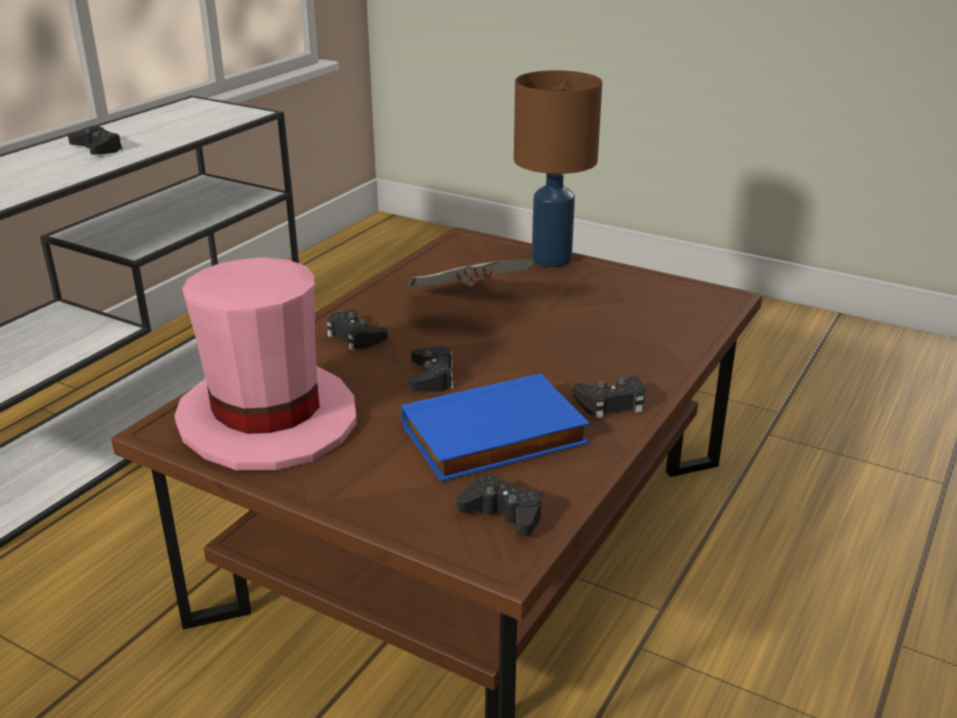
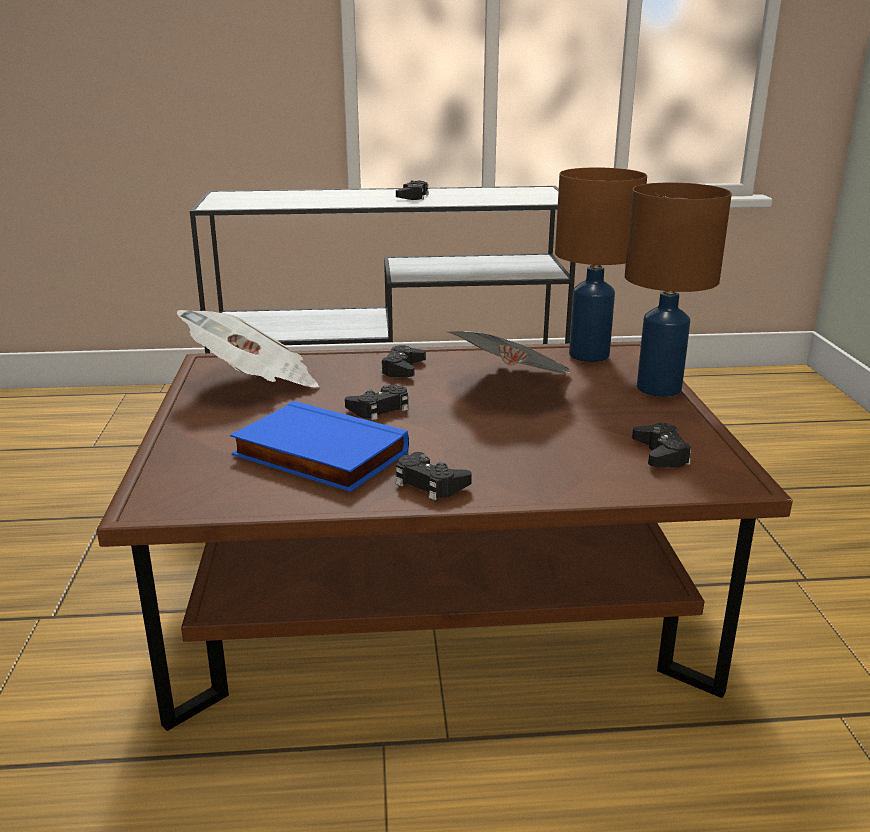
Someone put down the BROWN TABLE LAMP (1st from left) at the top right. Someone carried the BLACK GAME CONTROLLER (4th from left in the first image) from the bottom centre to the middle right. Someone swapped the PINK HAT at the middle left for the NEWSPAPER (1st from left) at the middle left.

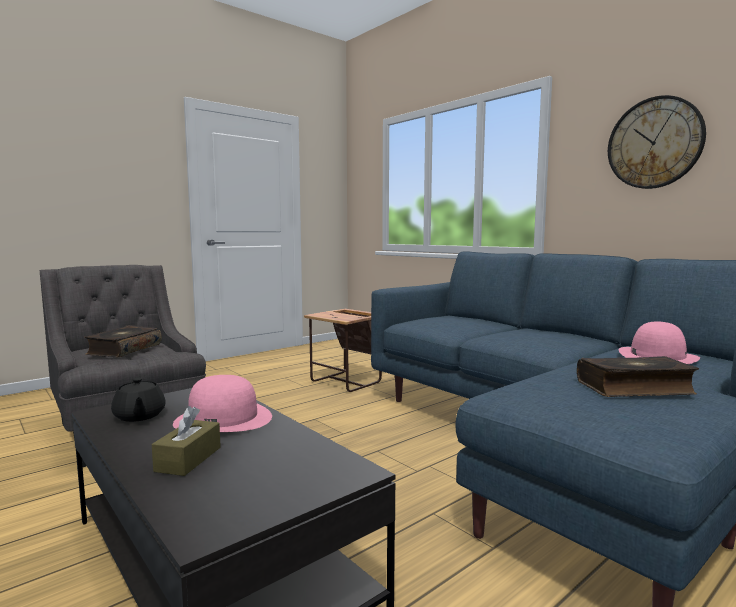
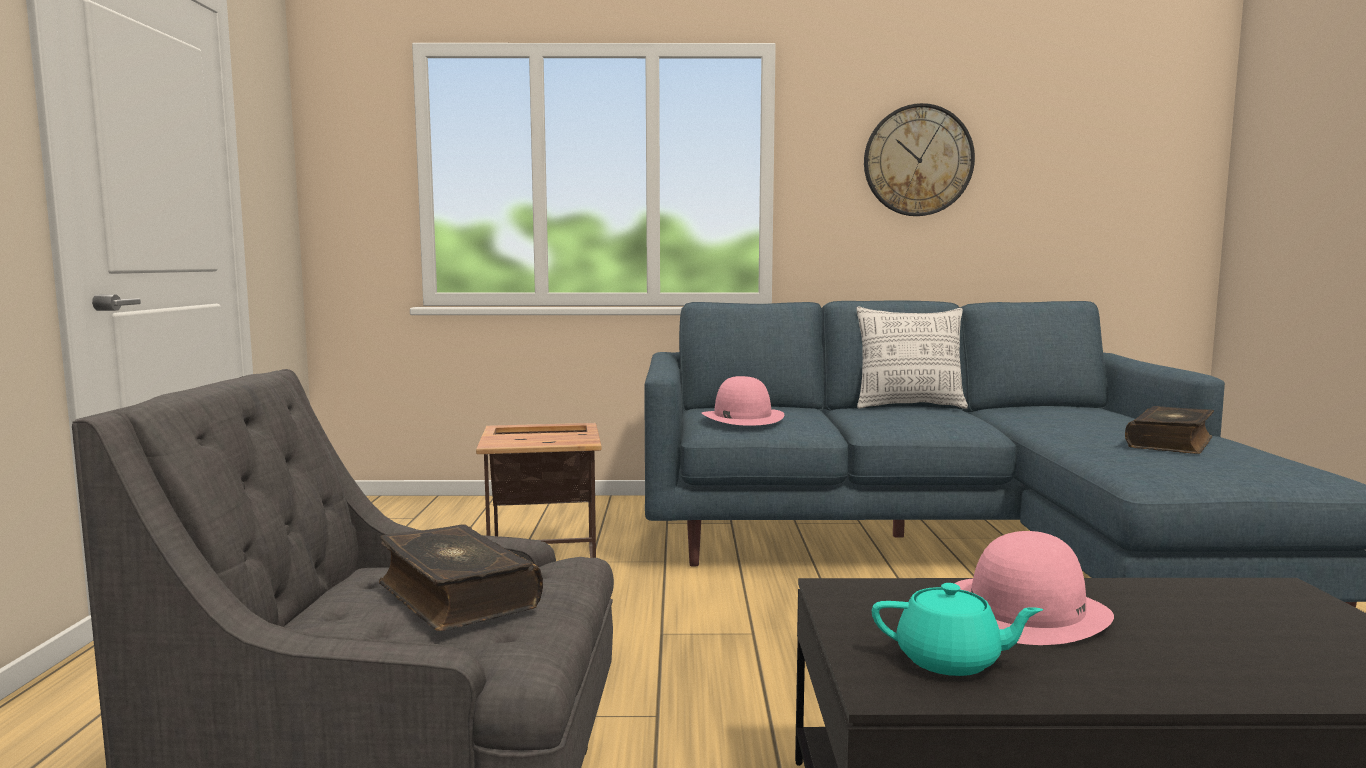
Someone took away the BROWN TISSUE BOX at the bottom left. Someone put down the PILLOW at the middle right. Someone carried the PINK HAT (2nd from left in the first image) from the middle right to the centre. Someone repainted the BLACK TEAPOT at the middle left, which became the TURQUOISE TEAPOT at the bottom right.

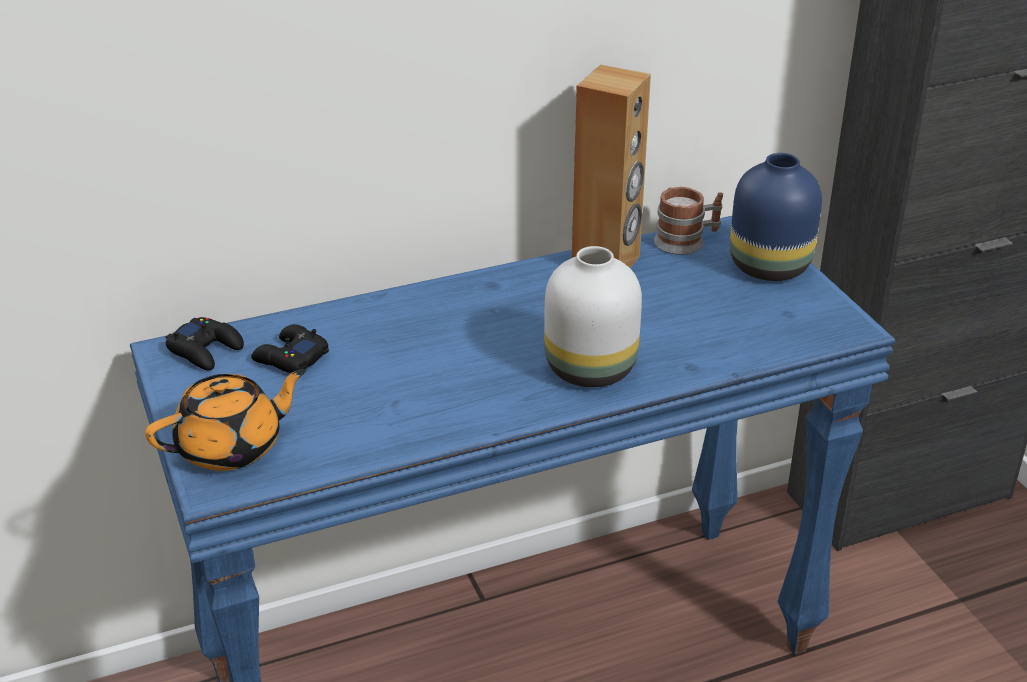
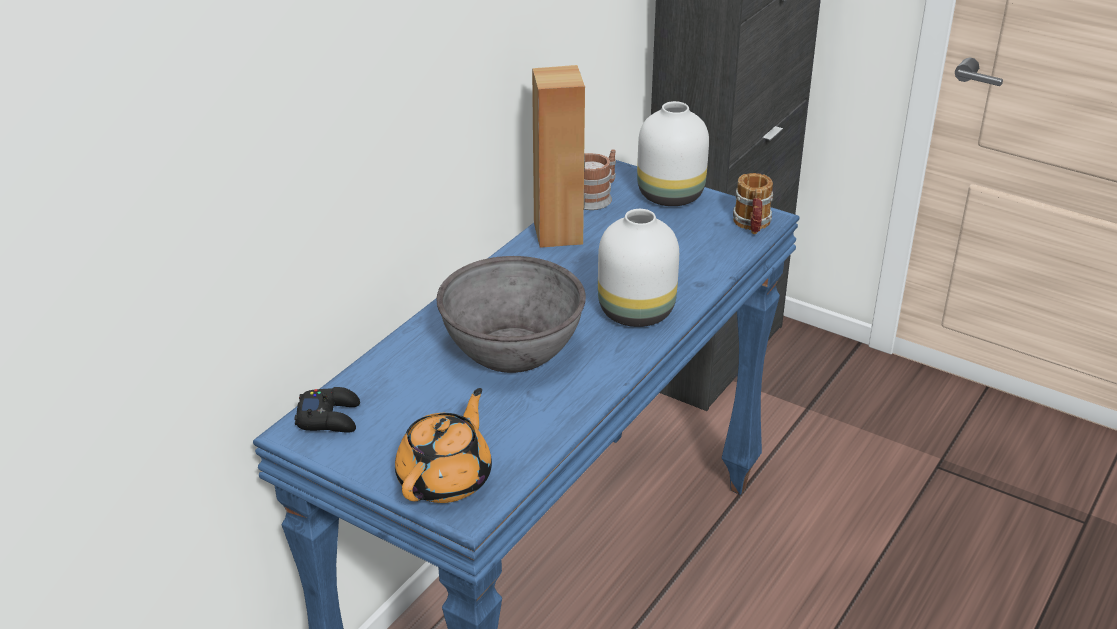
Someone took away the BLACK GAME CONTROLLER (2nd from left) at the middle left. Someone put down the GREY BOWL at the centre. Someone put down the MUG (2nd from left) at the top right. Someone repainted the BLUE VASE at the top right, which became the WHITE VASE (2nd from left) at the top centre.

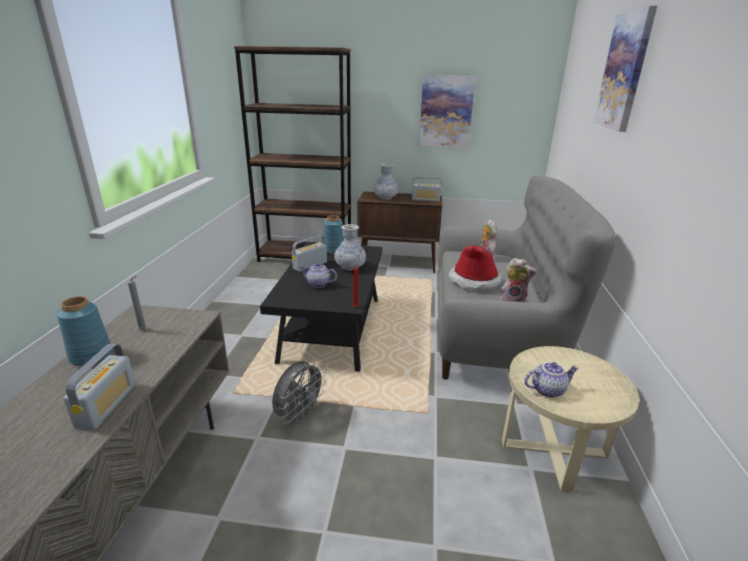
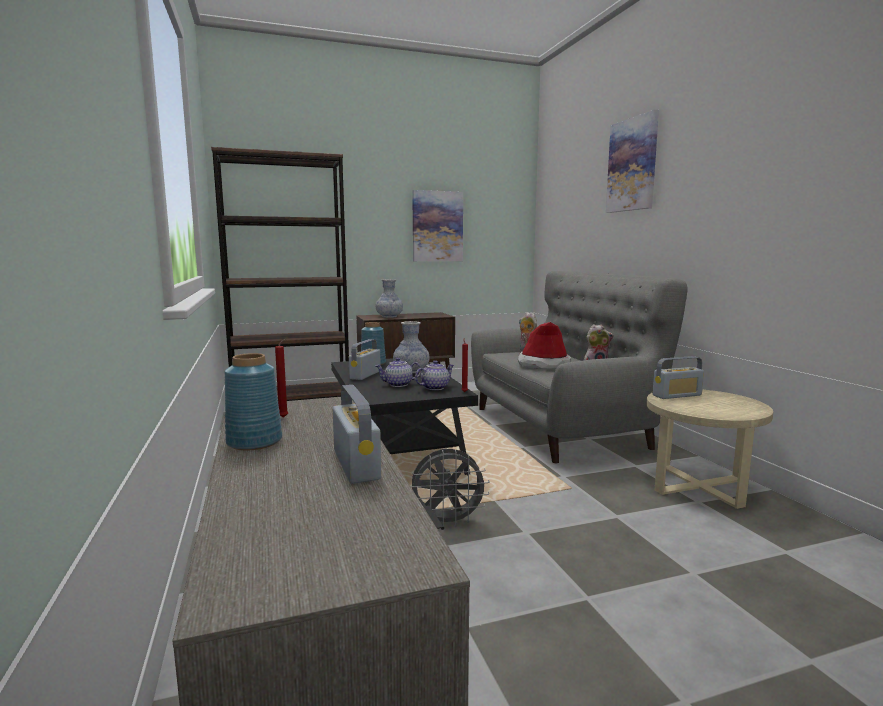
Someone carried the RADIO (3rd from left) from the centre to the middle right. Someone carried the TEAPOT (2nd from left) from the bottom right to the centre. Someone repainted the GREY CANDLE at the middle left, which became the RED CANDLE (1st from left) at the middle left. Someone rotated the GREY FAN at the bottom centre by 75 degrees clockwise.

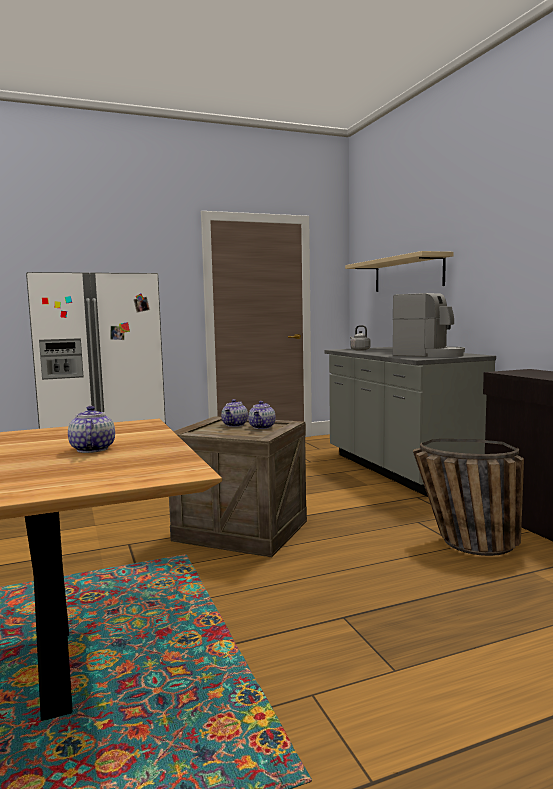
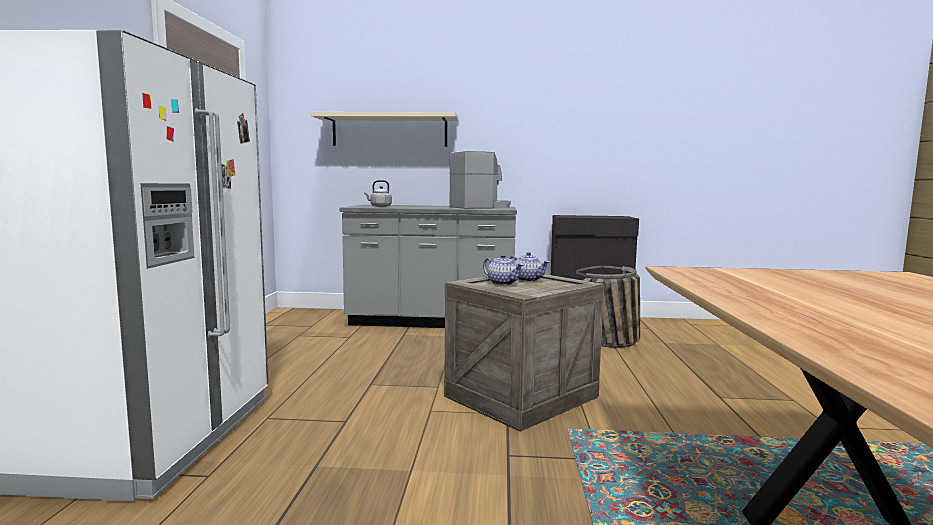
Someone took away the TEAPOT (1st from left) at the middle left.

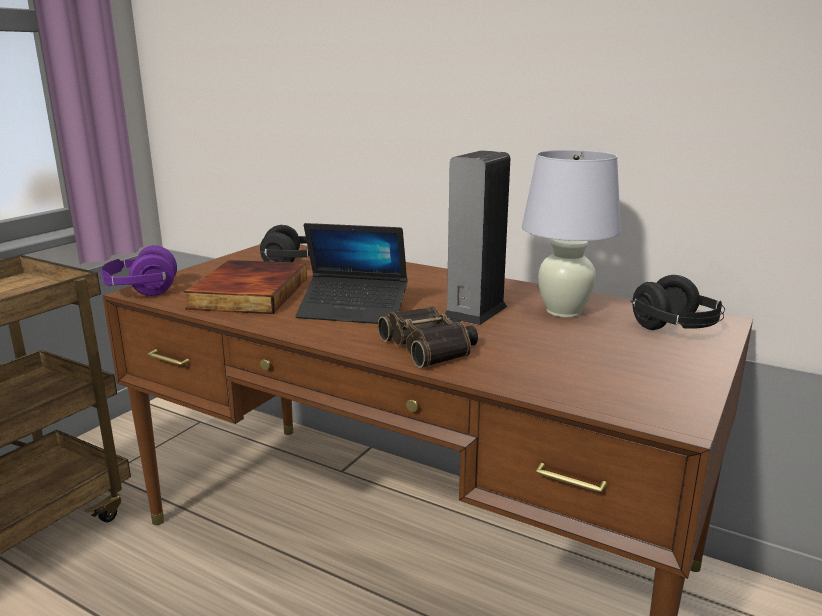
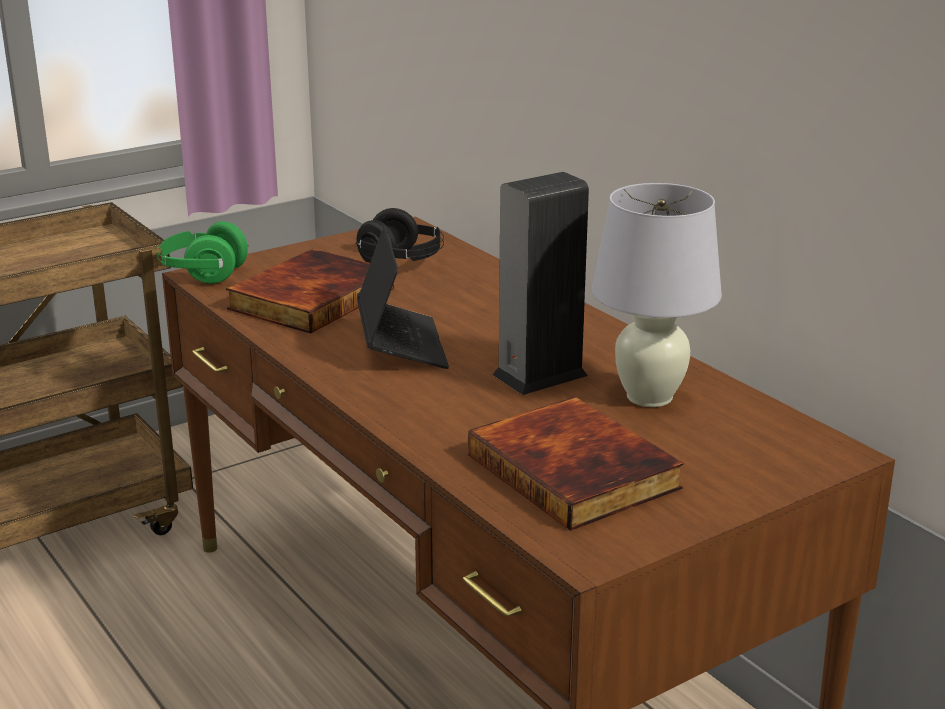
Someone took away the BINOCULARS at the centre. Someone took away the BLACK HEADPHONES (2nd from left) at the middle right. Someone put down the BOOK (2nd from left) at the centre. Someone repainted the PURPLE HEADPHONES at the middle left, which became the GREEN HEADPHONES at the middle left. Someone rotated the LAPTOP at the centre by 135 degrees counterclockwise.

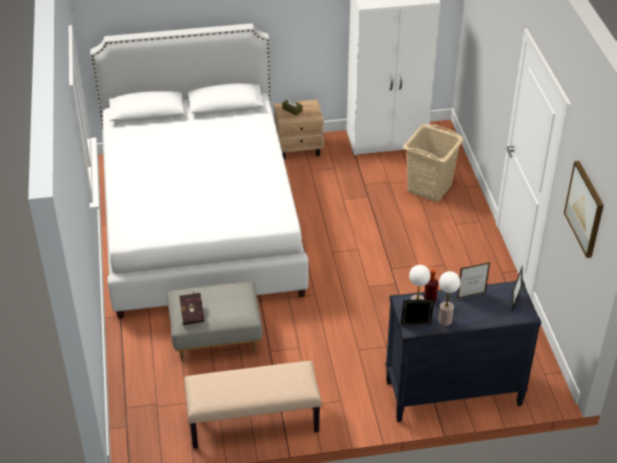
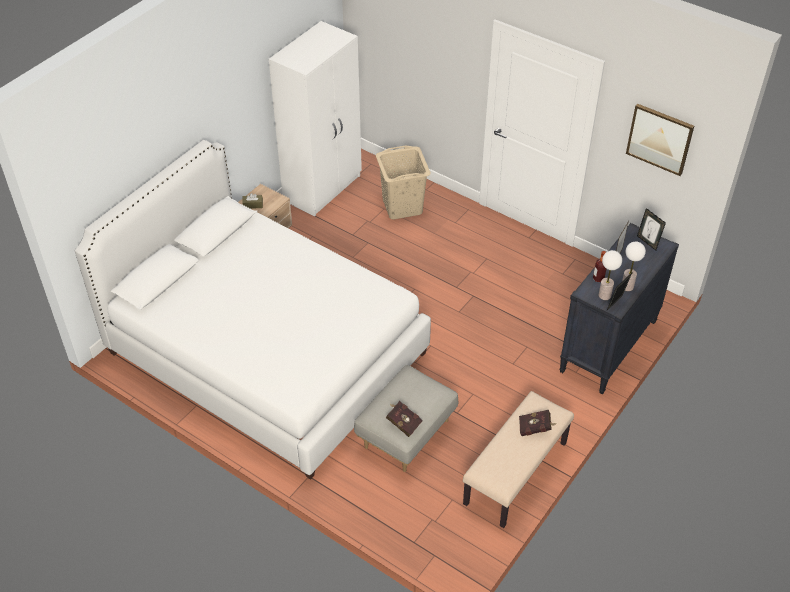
Someone put down the RED BOOK (2nd from left) at the bottom right.

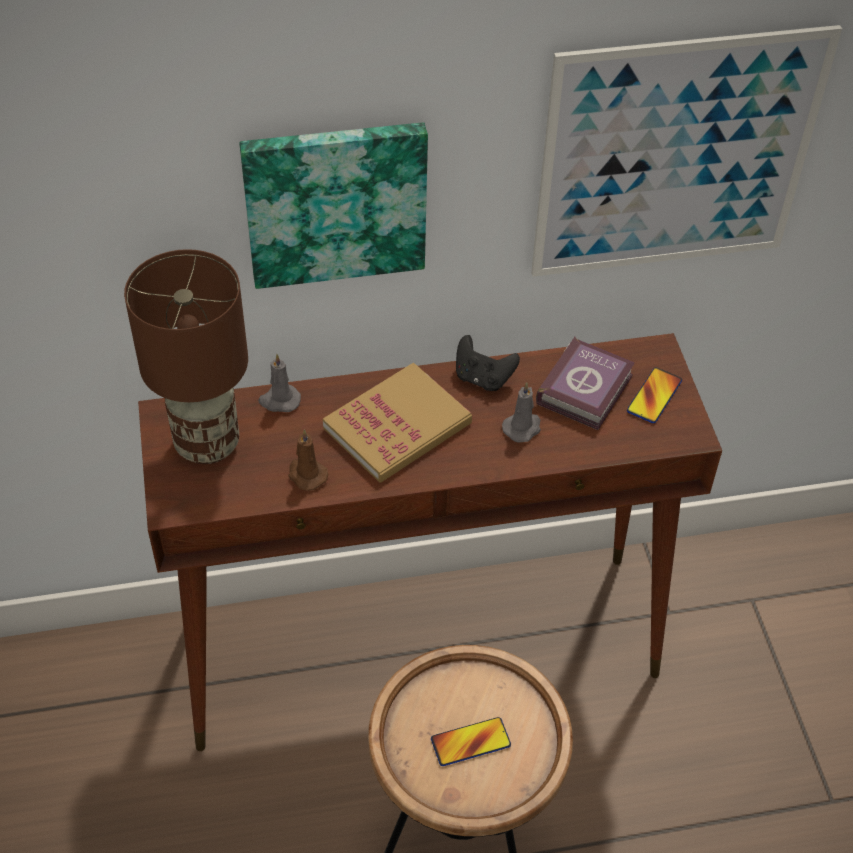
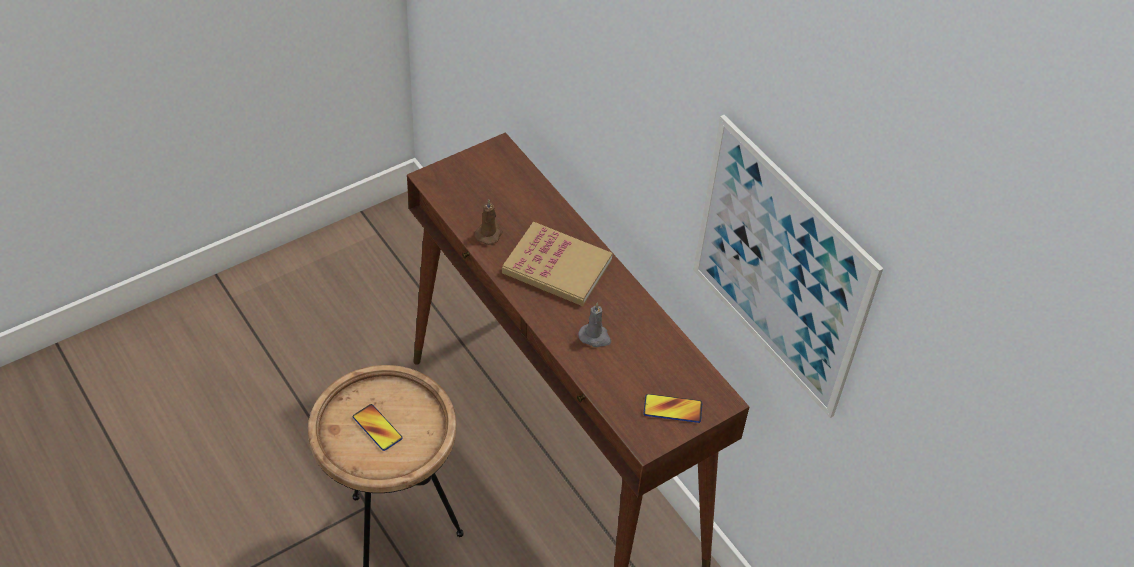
Someone took away the BROWN TABLE LAMP at the middle left. Someone took away the PICTURE (1st from left) at the top centre. Someone took away the GREY CANDLE (1st from left) at the middle left. Someone took away the BLACK GAME CONTROLLER at the centre. Someone took away the BOOK (2nd from left) at the middle right.

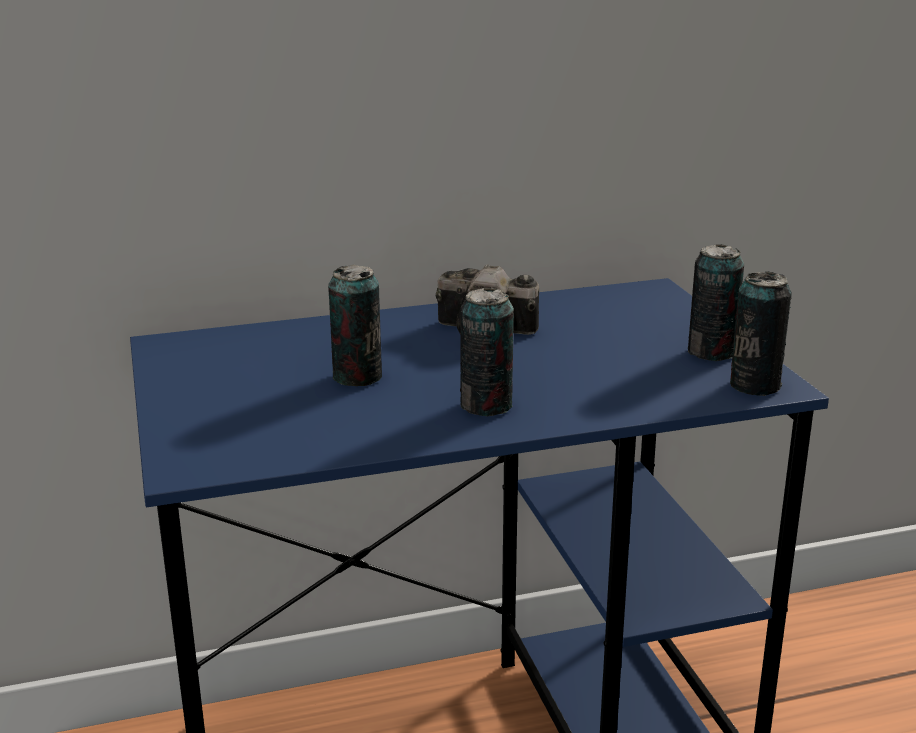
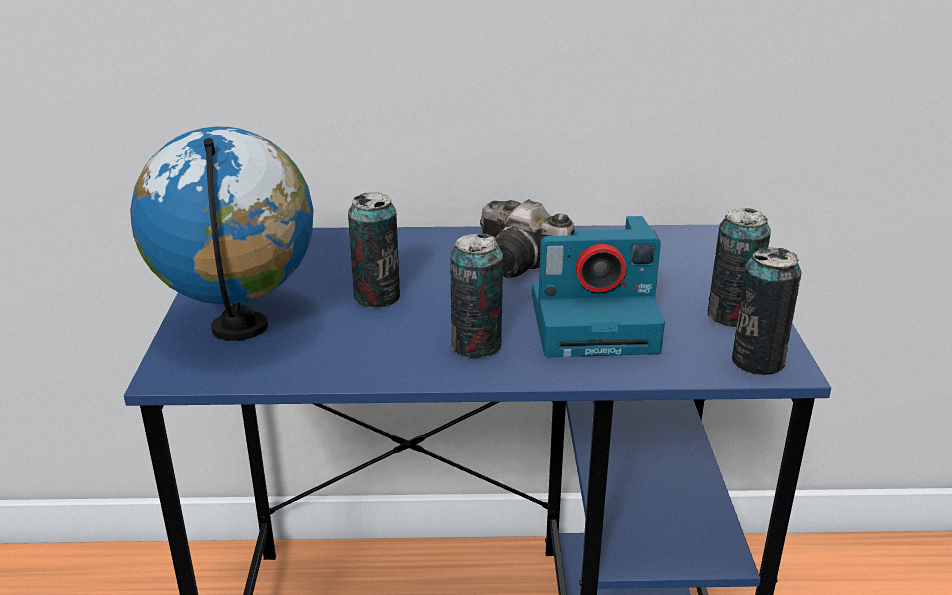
Someone put down the GLOBE at the middle left. Someone put down the PHOTO CAMERA (2nd from left) at the centre.

